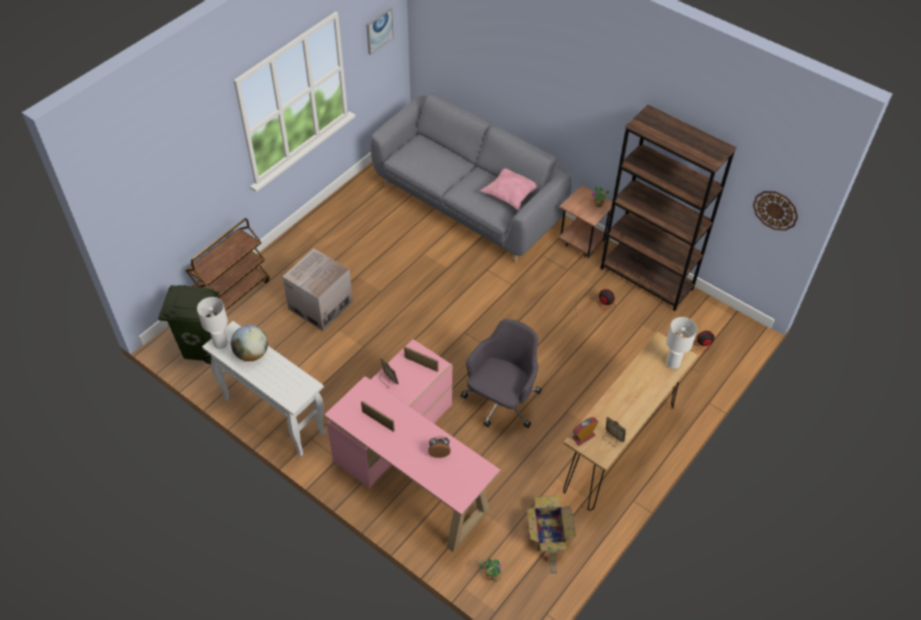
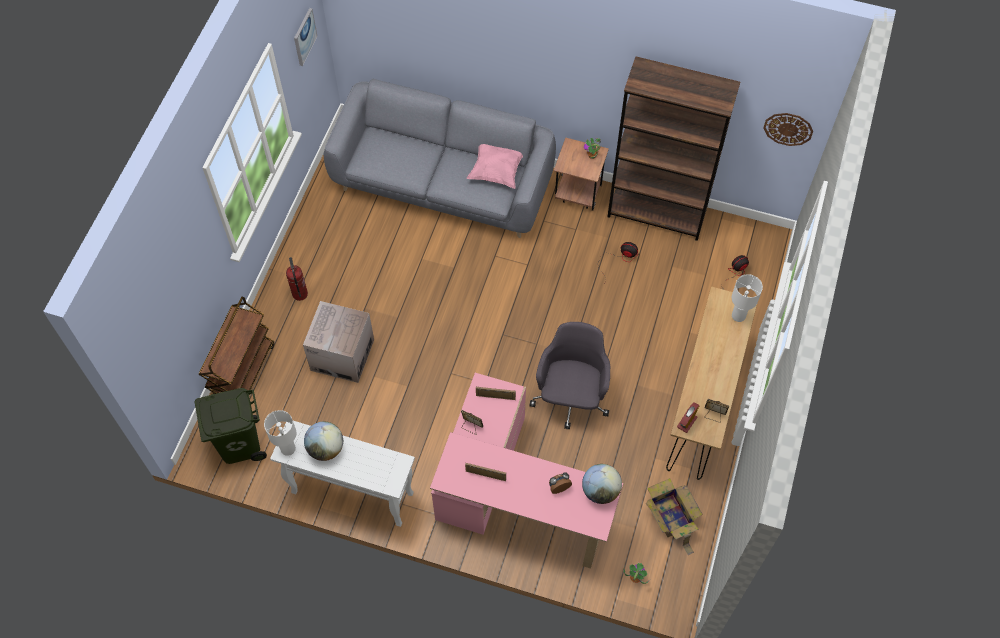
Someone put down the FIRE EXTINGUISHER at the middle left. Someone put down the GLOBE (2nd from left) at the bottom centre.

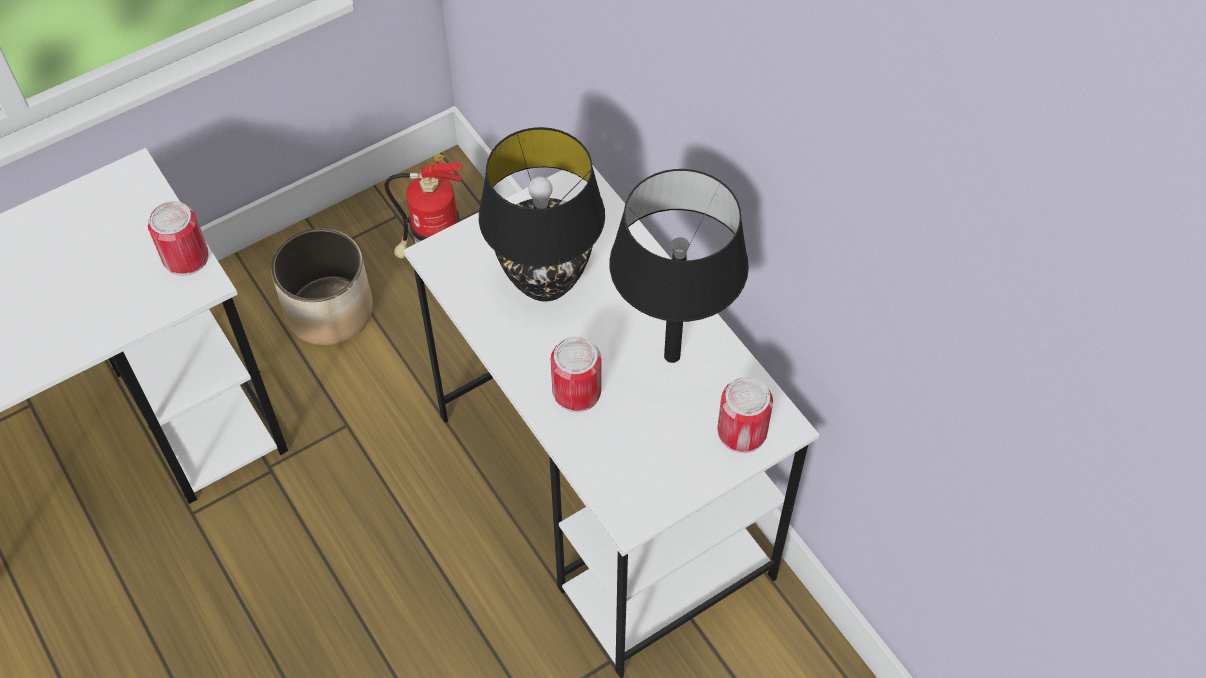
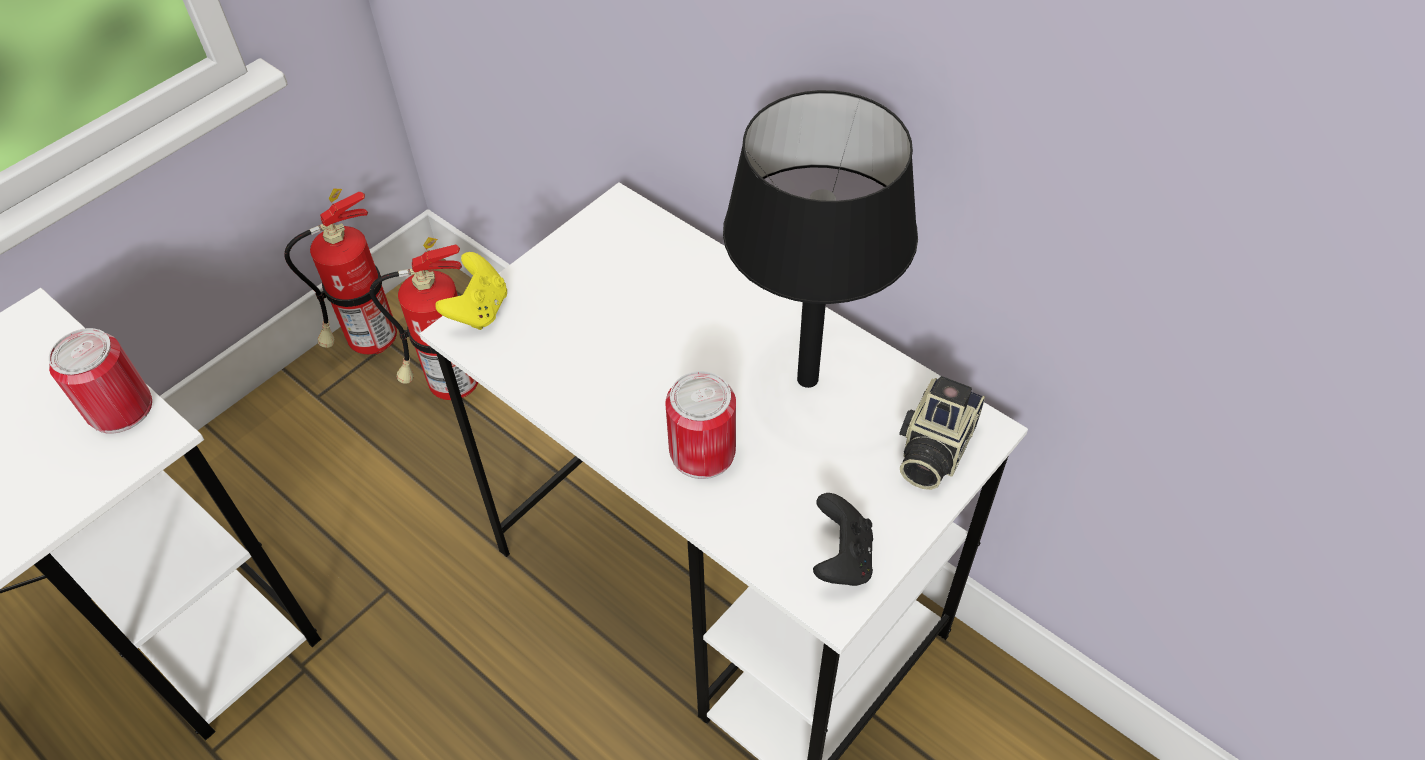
Someone took away the PLANTER at the middle left. Someone took away the BLACK TABLE LAMP (1st from left) at the top centre. Someone put down the FIRE EXTINGUISHER (1st from left) at the middle left. Someone put down the YELLOW GAME CONTROLLER at the middle left. Someone put down the BLACK GAME CONTROLLER at the bottom centre. Someone swapped the CAN (3rd from left) at the centre for the PHOTO CAMERA at the centre.

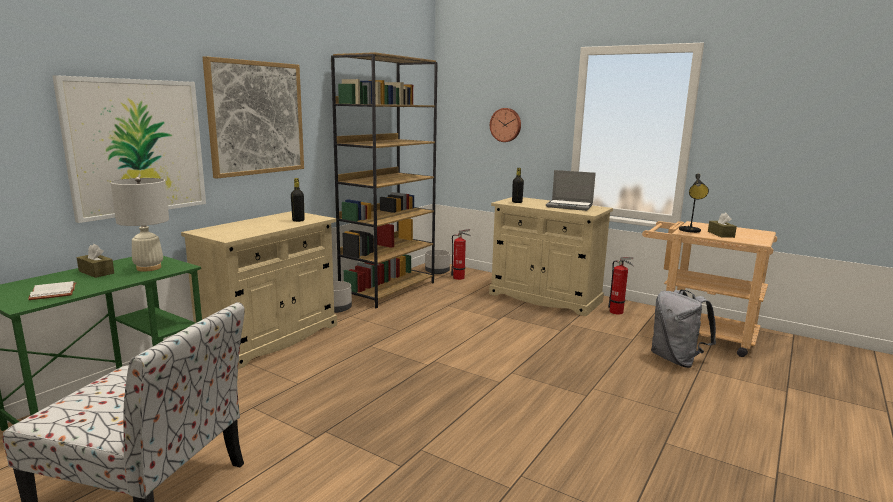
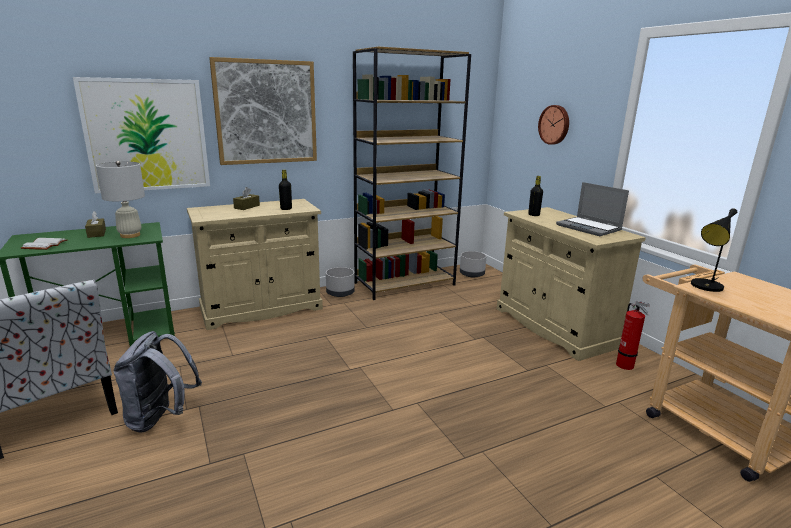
Someone took away the FIRE EXTINGUISHER (1st from left) at the centre. Someone carried the GREY BACKPACK from the middle right to the bottom left. Someone carried the BROWN TISSUE BOX (2nd from left) from the middle right to the middle left.

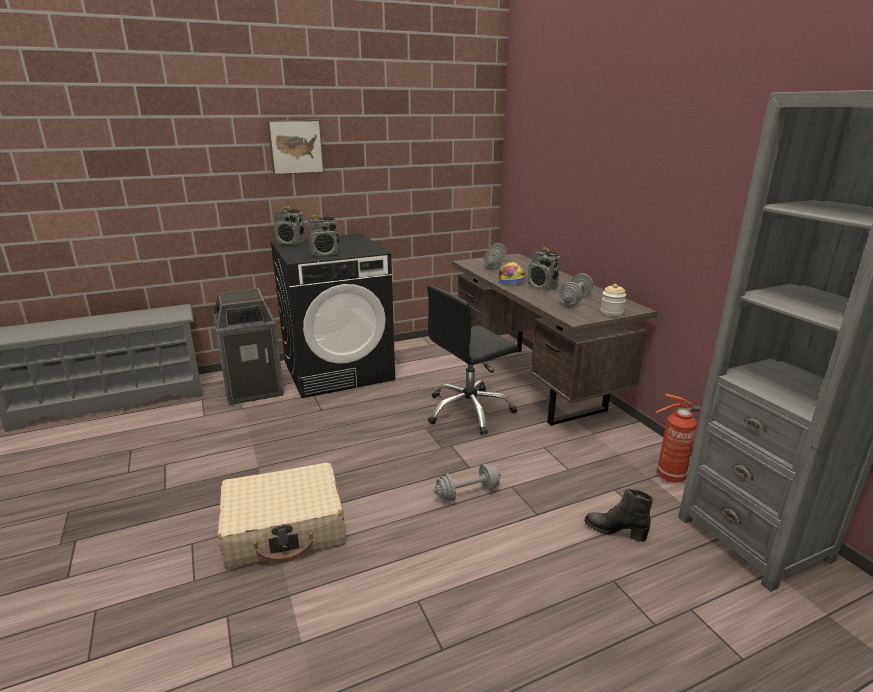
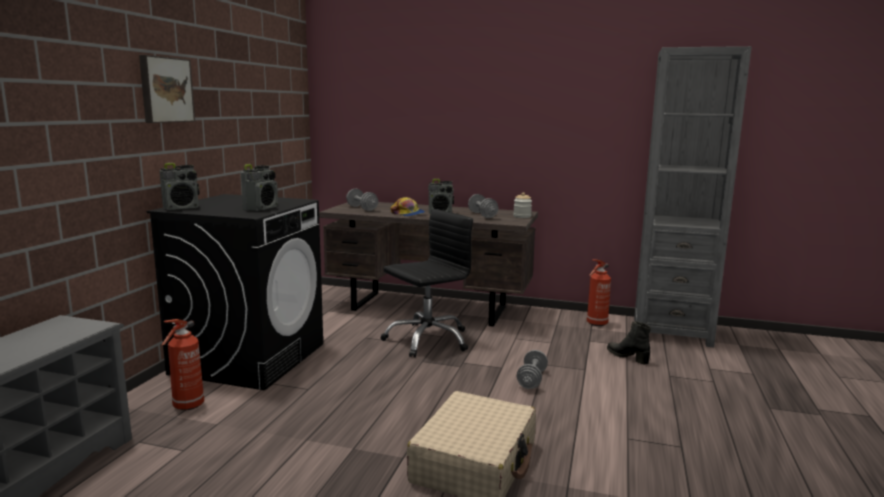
Someone swapped the TRASH CAN at the middle left for the FIRE EXTINGUISHER (1st from left) at the bottom left. Someone rotated the BLACK OFFICE CHAIR at the centre by 135 degrees counterclockwise. Someone rotated the BLACK BOOT at the bottom right by 75 degrees clockwise.

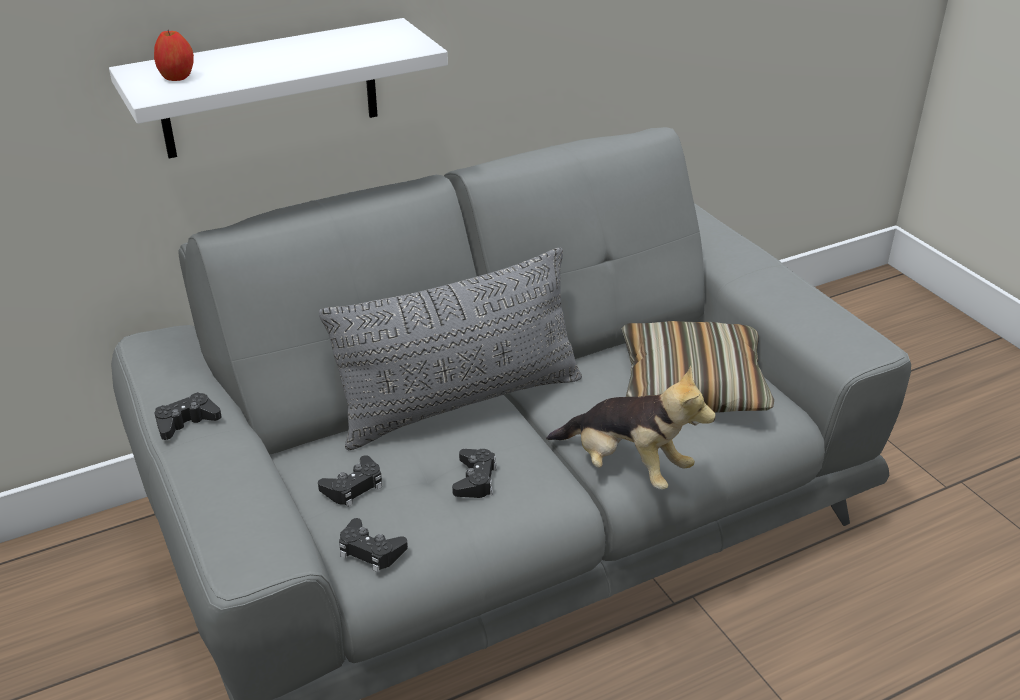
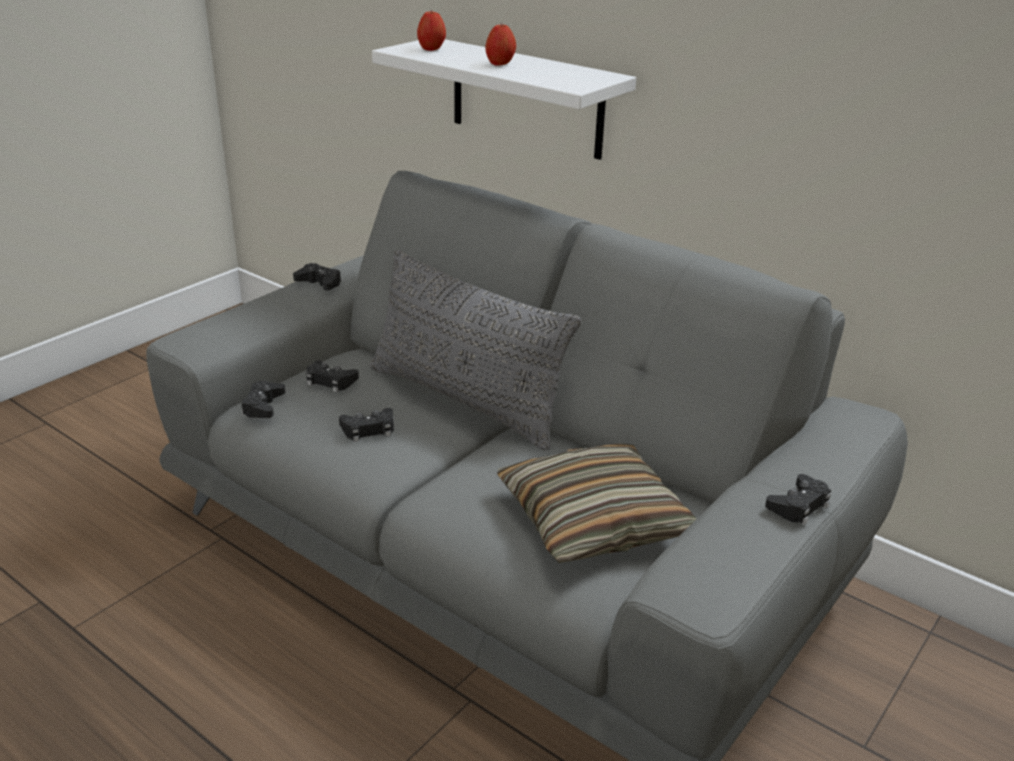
Someone took away the PLUSH TOY at the centre. Someone put down the APPLE (2nd from left) at the top centre. Someone put down the BLACK GAME CONTROLLER (5th from left) at the middle right.

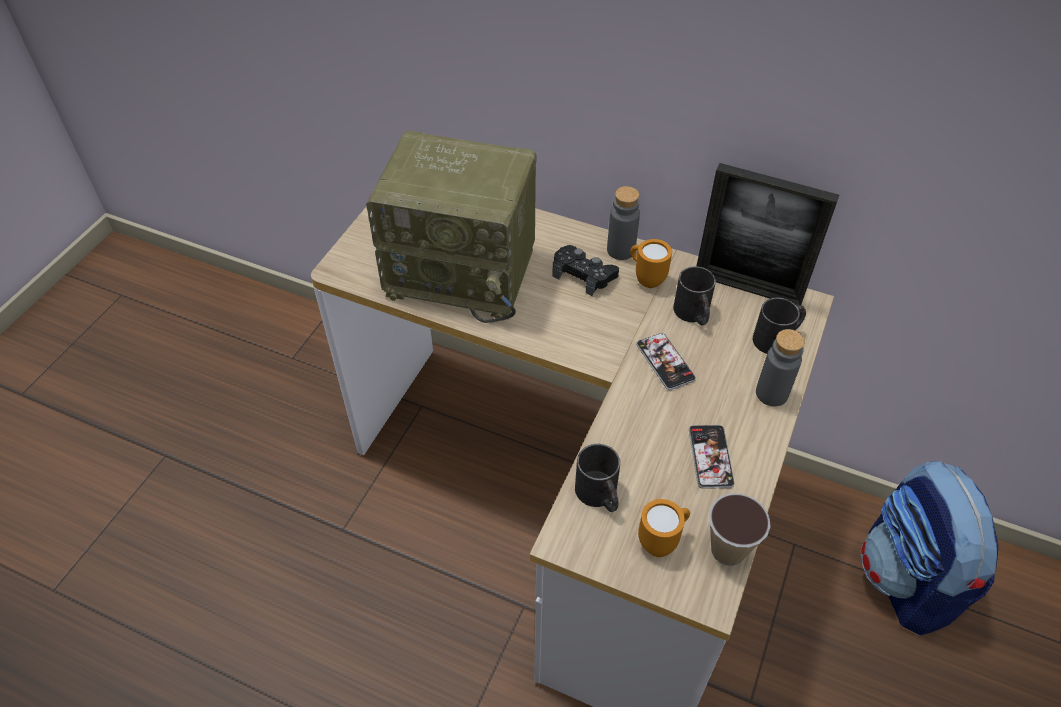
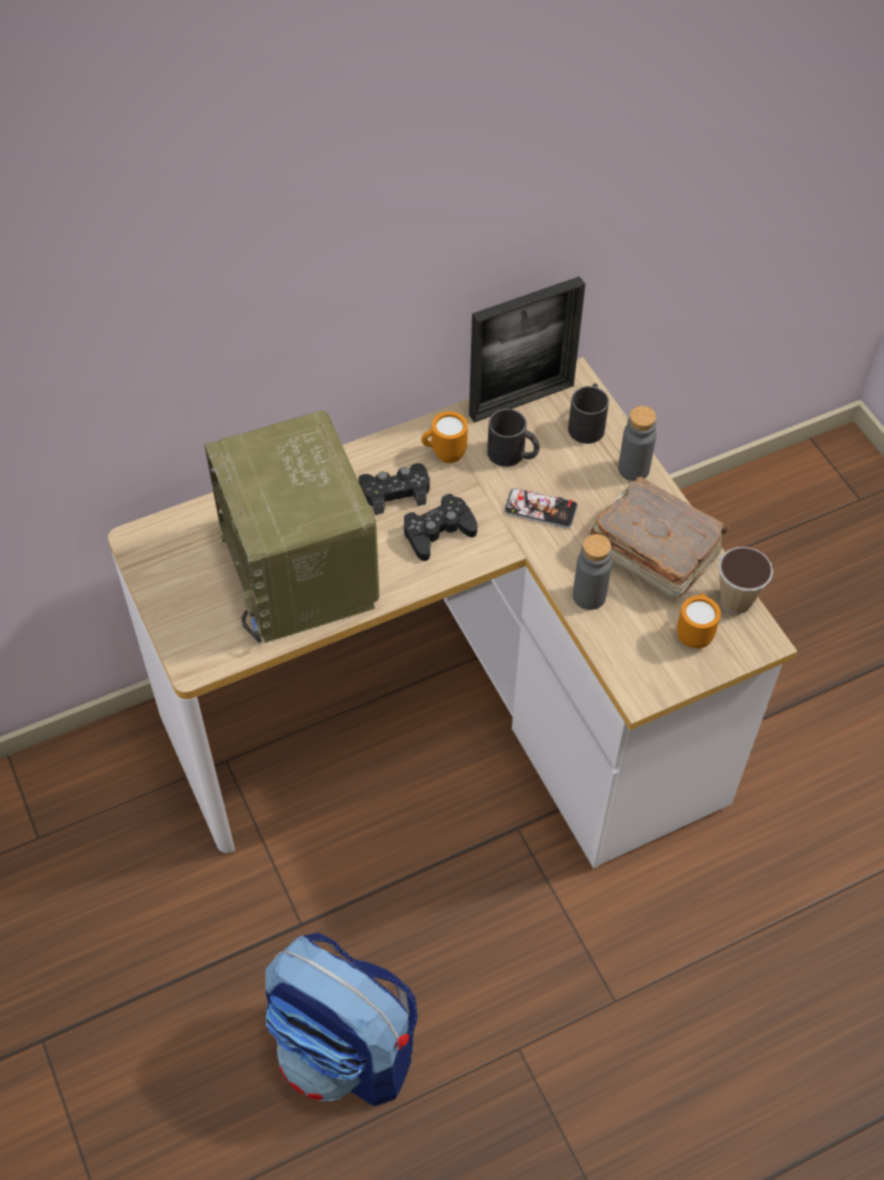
Someone took away the BLACK MUG (1st from left) at the bottom centre. Someone put down the BLACK GAME CONTROLLER (2nd from left) at the centre. Someone carried the GREY BOTTLE (1st from left) from the top centre to the middle right. Someone carried the BACKPACK from the bottom right to the bottom centre. Someone swapped the PHONE (2nd from left) at the middle right for the BROWN BOOK at the middle right. Someone rotated the RADIO at the top centre by 105 degrees clockwise.

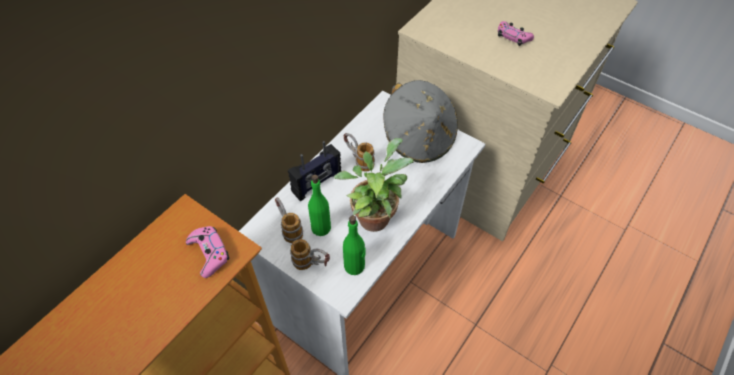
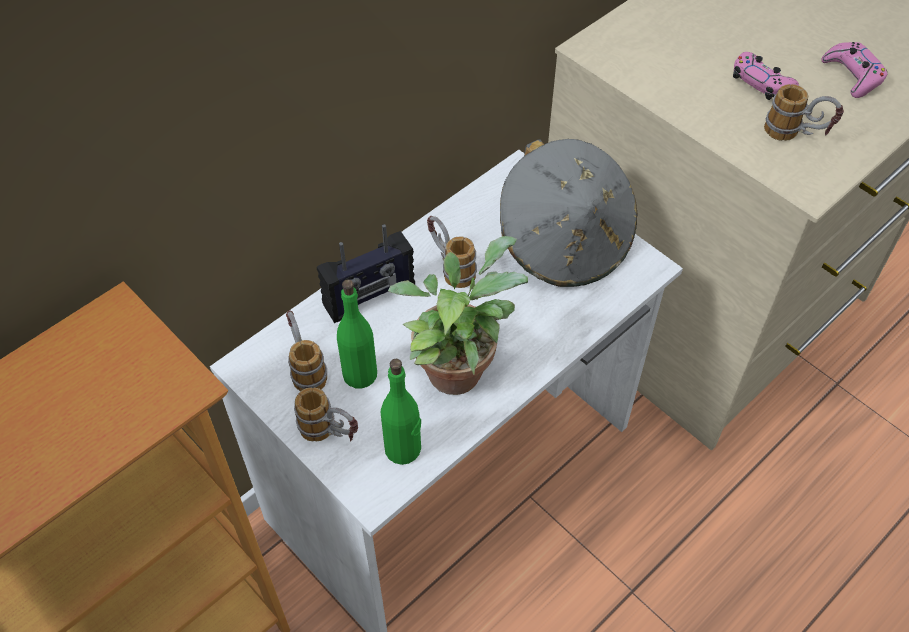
Someone put down the MUG (4th from left) at the top right. Someone carried the PINK GAME CONTROLLER (1st from left in the first image) from the bottom left to the top right.

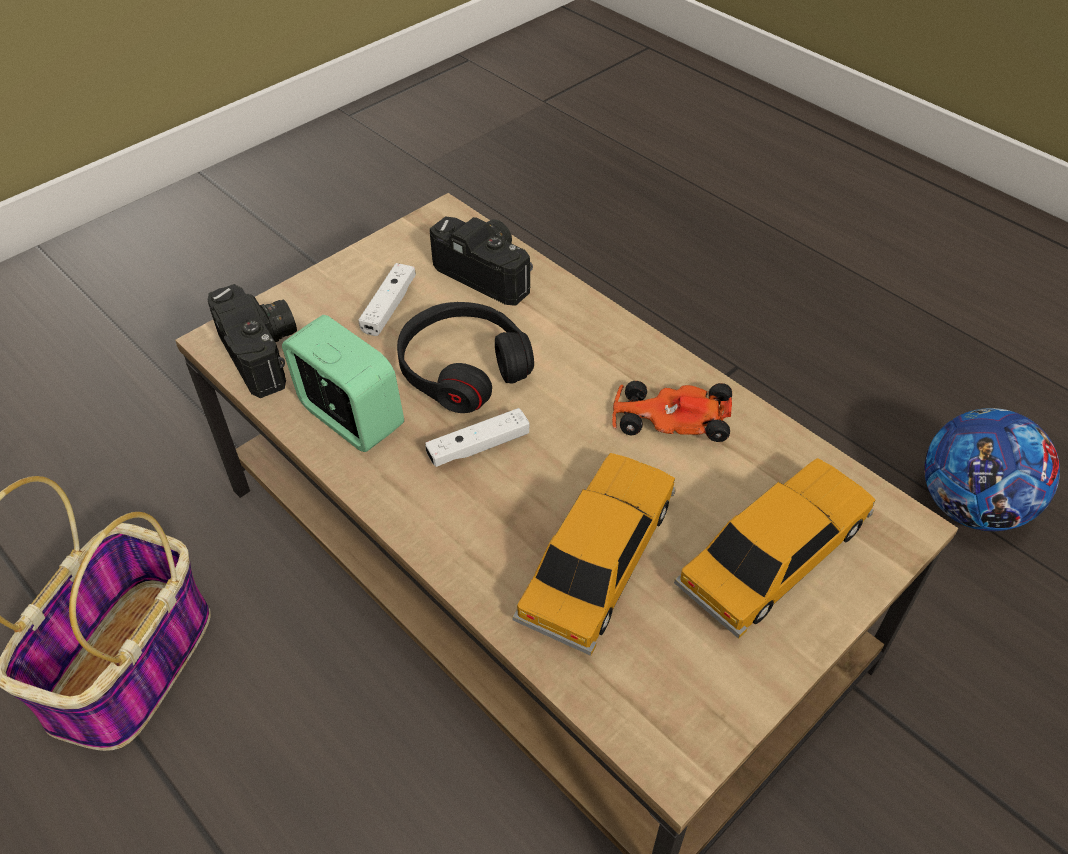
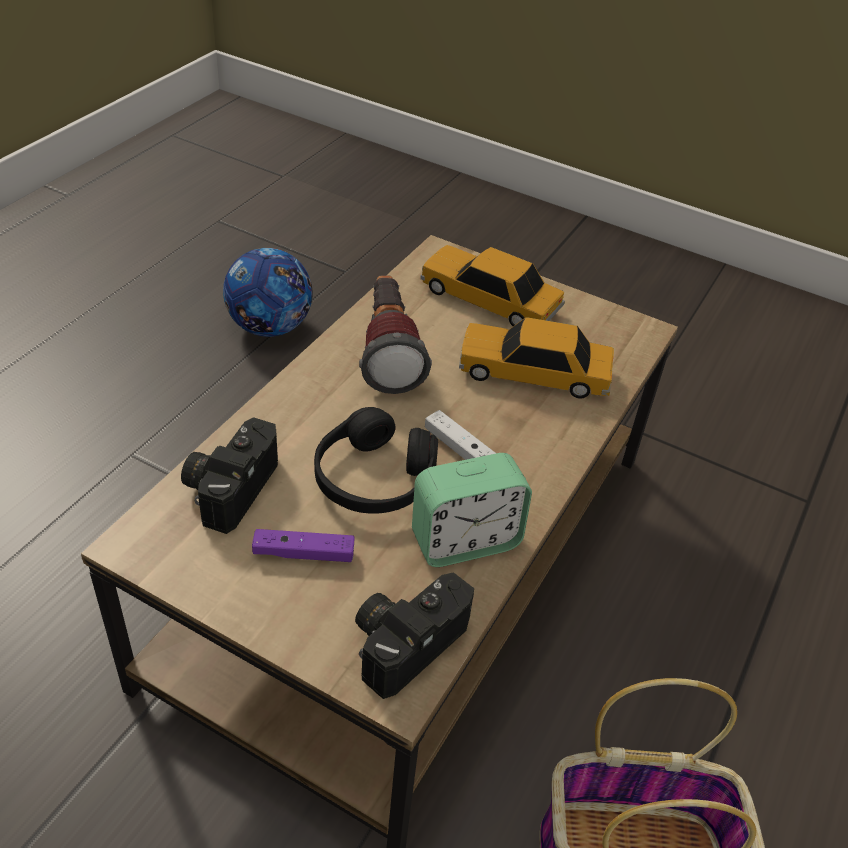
Someone swapped the TOY CAR (2nd from left) at the centre for the FLASHLIGHT at the centre. Someone repainted the WHITE GAME CONTROLLER (1st from left) at the centre, which became the PURPLE GAME CONTROLLER at the centre. Someone rotated the ALARM CLOCK at the middle left by 135 degrees counterclockwise.

